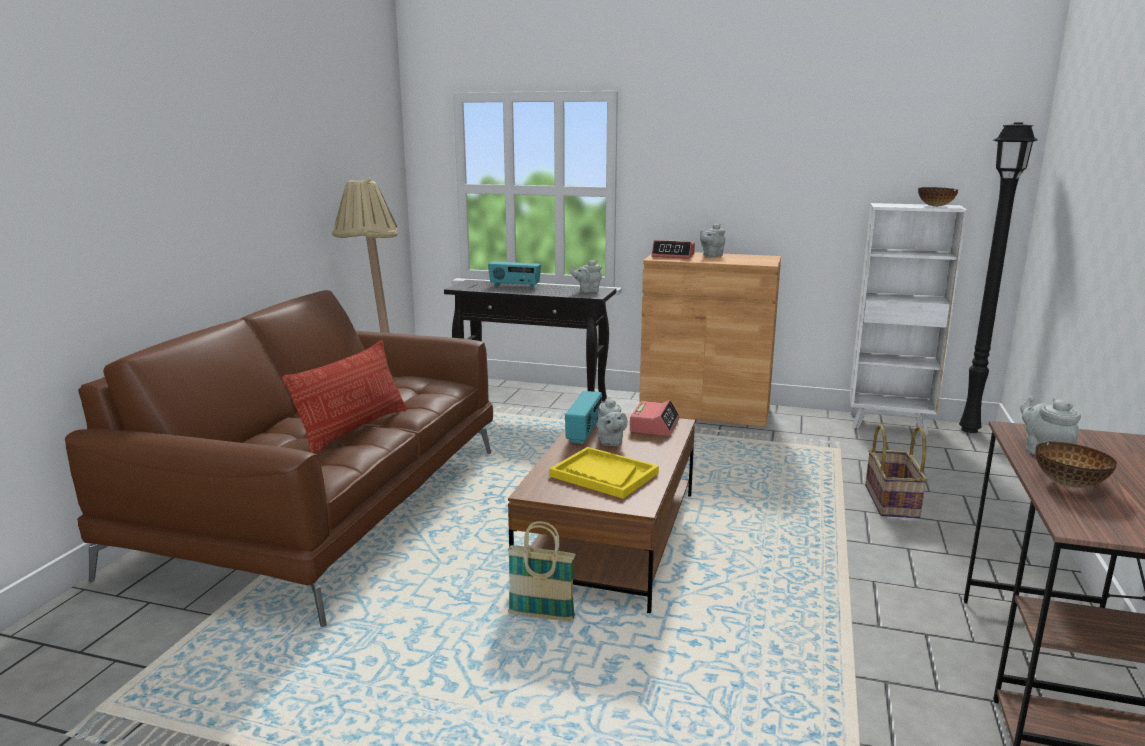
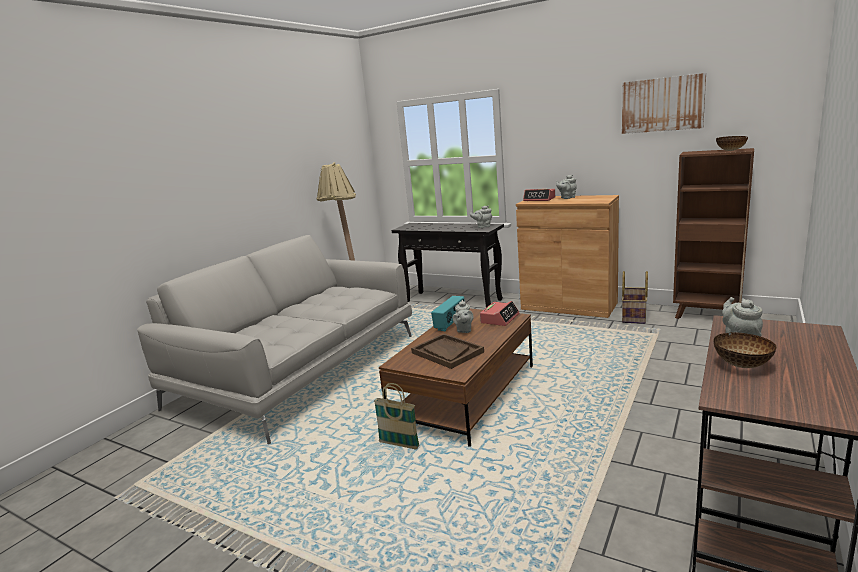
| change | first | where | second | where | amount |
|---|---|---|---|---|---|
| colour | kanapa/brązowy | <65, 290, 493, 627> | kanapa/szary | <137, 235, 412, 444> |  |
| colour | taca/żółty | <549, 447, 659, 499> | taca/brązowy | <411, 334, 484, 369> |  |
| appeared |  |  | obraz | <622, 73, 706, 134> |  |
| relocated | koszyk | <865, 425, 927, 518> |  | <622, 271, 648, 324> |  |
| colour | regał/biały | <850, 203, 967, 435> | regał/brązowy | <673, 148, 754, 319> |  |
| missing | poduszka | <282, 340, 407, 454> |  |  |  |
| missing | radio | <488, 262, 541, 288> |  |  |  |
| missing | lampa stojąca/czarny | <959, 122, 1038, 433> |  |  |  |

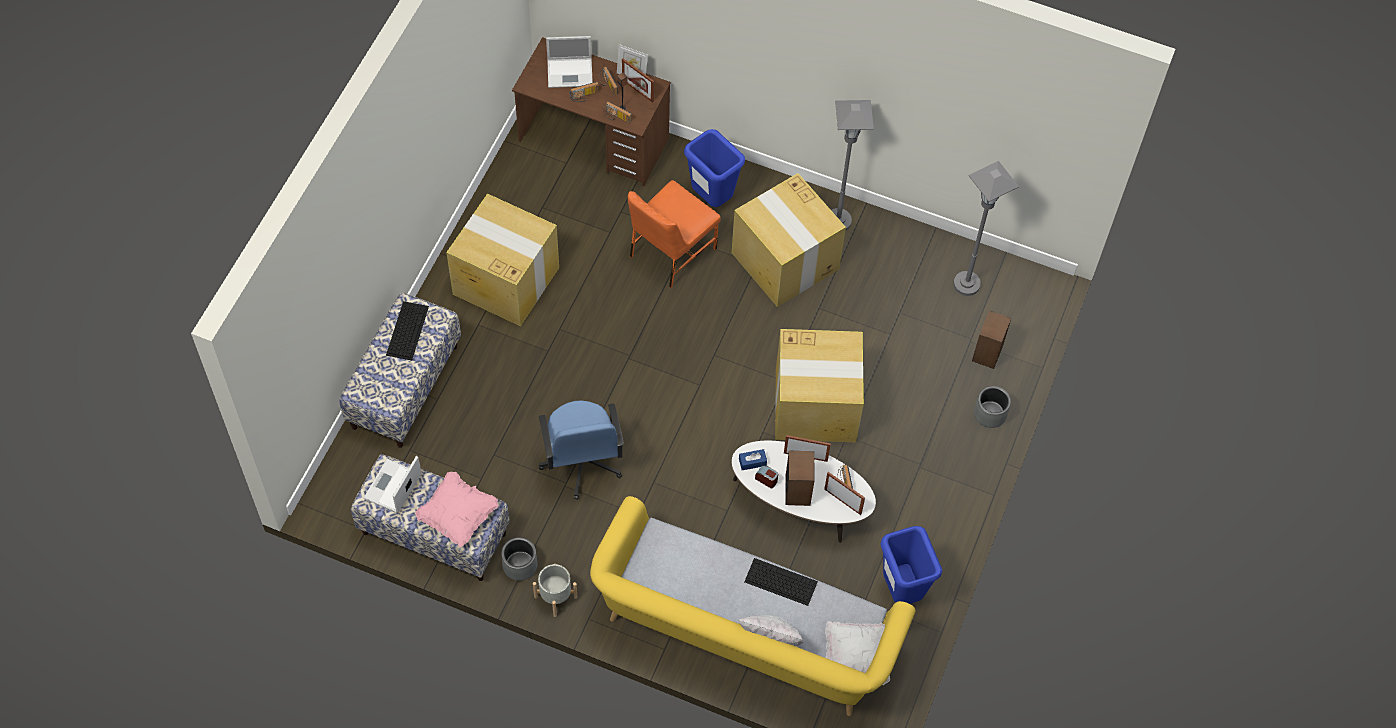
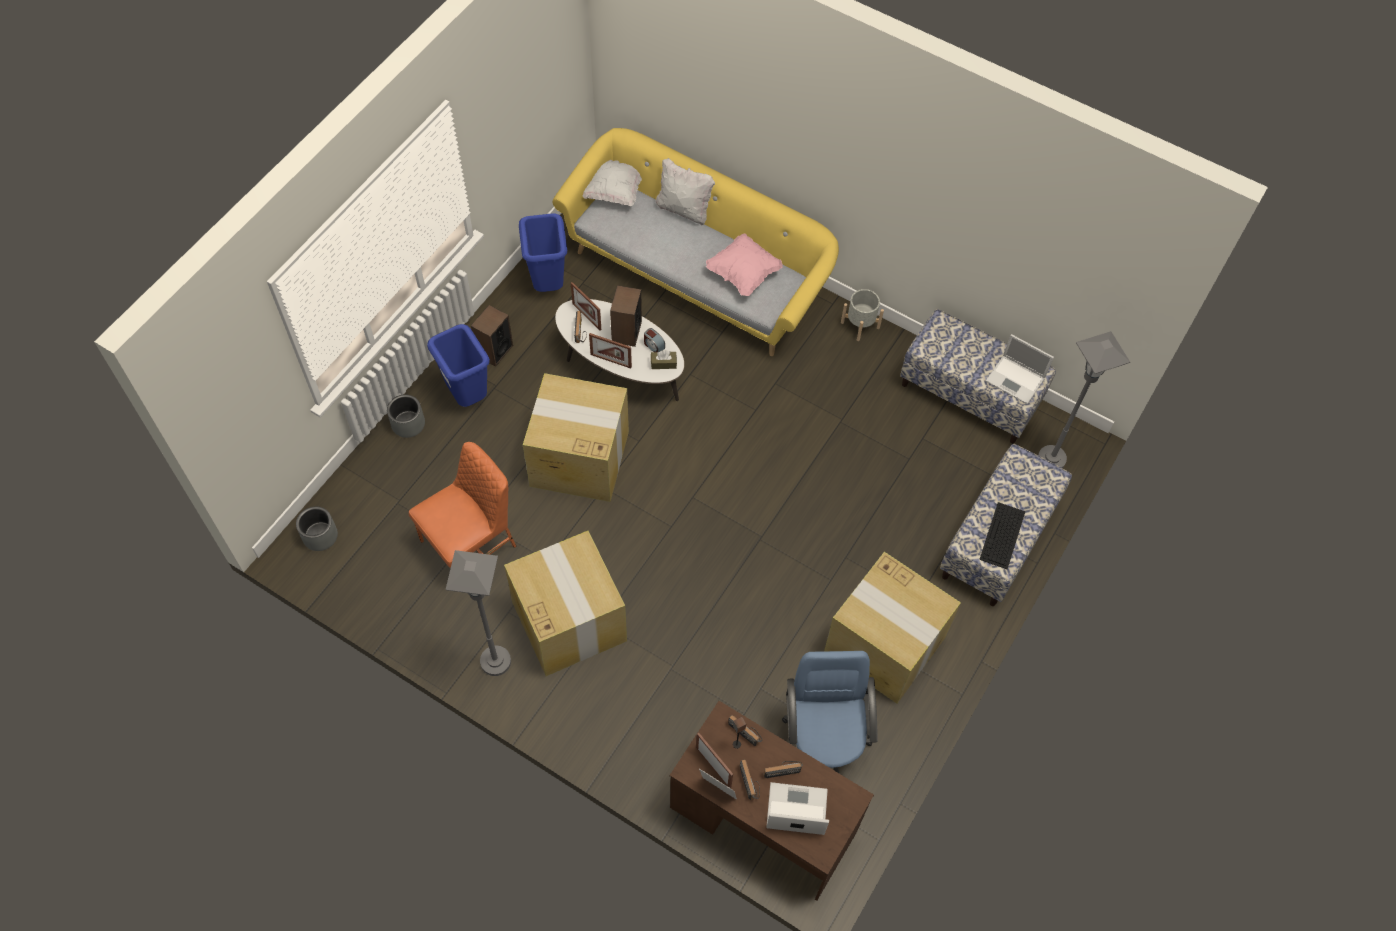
| change | first | where | second | where | amount |
|---|---|---|---|---|---|
| relocated | donica/szary | <501, 537, 538, 581> |  | <296, 506, 338, 551> |  |
| relocated | krzesło/pomarańczowy | <628, 180, 721, 288> |  | <409, 442, 517, 568> |  |
| relocated | kosz na śmieci/niebieski | <684, 129, 745, 207> |  | <427, 324, 490, 407> |  |
| relocated | głośnik | <972, 310, 1011, 369> |  | <471, 305, 513, 367> |  |
| colour | pudełko chusteczek/niebieski | <739, 449, 767, 470> | pudełko chusteczek/brązowy | <651, 350, 677, 369> |  |
| relocated | poduszka/różowy | <415, 471, 498, 547> |  | <706, 234, 783, 296> |  |
| relocated | krzesło biurowe/niebieski | <539, 401, 624, 500> |  | <782, 651, 878, 774> |  |
| spun | laptop | <363, 456, 422, 513> |  | <986, 334, 1054, 404> | 90 degrees clockwise |
| relocated | lampa stojąca/szary | <953, 161, 1019, 296> |  | <1038, 331, 1130, 468> |  |
| missing | klawiatura | <744, 558, 818, 606> |  |  |  |

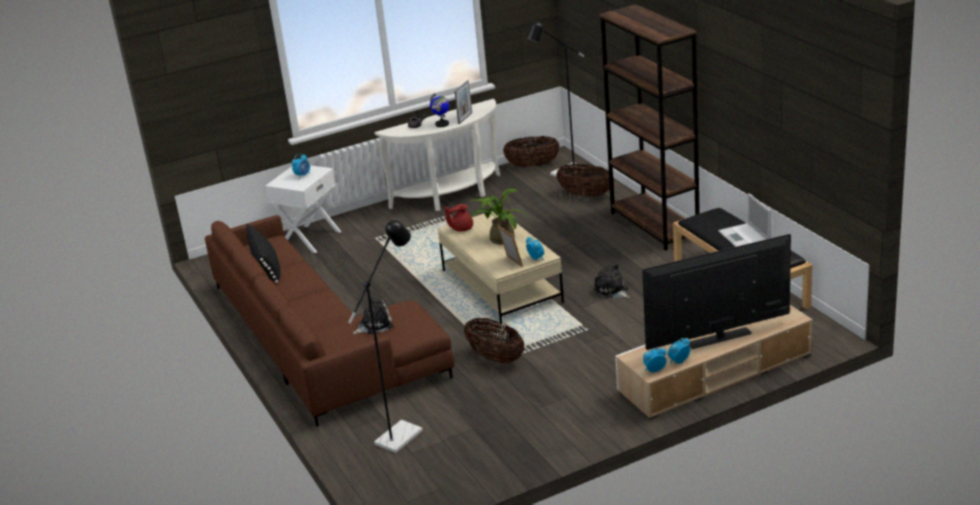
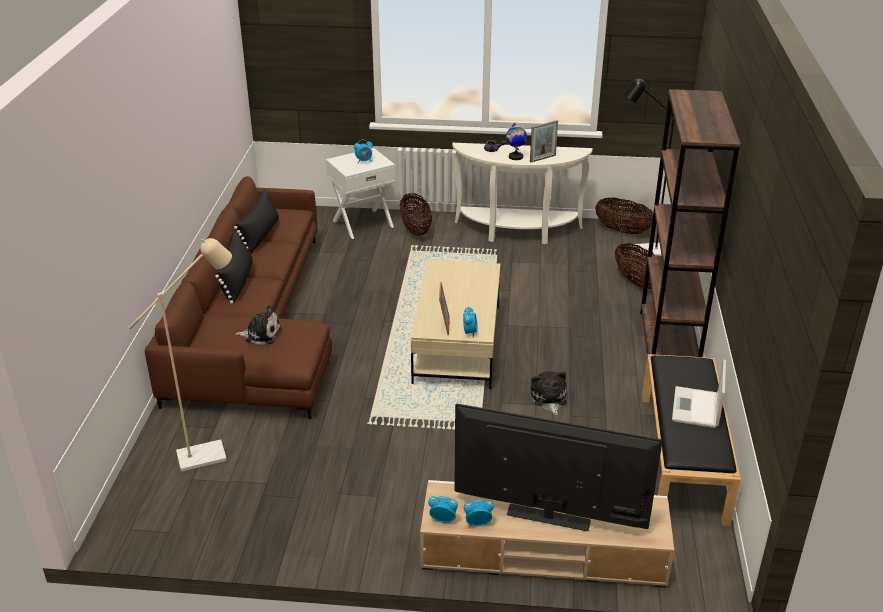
| change | first | where | second | where | amount |
|---|---|---|---|---|---|
| colour | lampa stojąca/czarny | <348, 220, 423, 453> | lampa stojąca/beżowy | <128, 238, 232, 472> |  |
| appeared |  |  | poduszka/czarny | <215, 231, 253, 304> |  |
| relocated | koszyk | <464, 318, 524, 364> |  | <400, 193, 432, 236> |  |
| missing | imbryk/czerwony | <445, 204, 473, 232> |  |  |  |
| missing | roślina doniczkowa | <468, 189, 530, 245> |  |  |  |

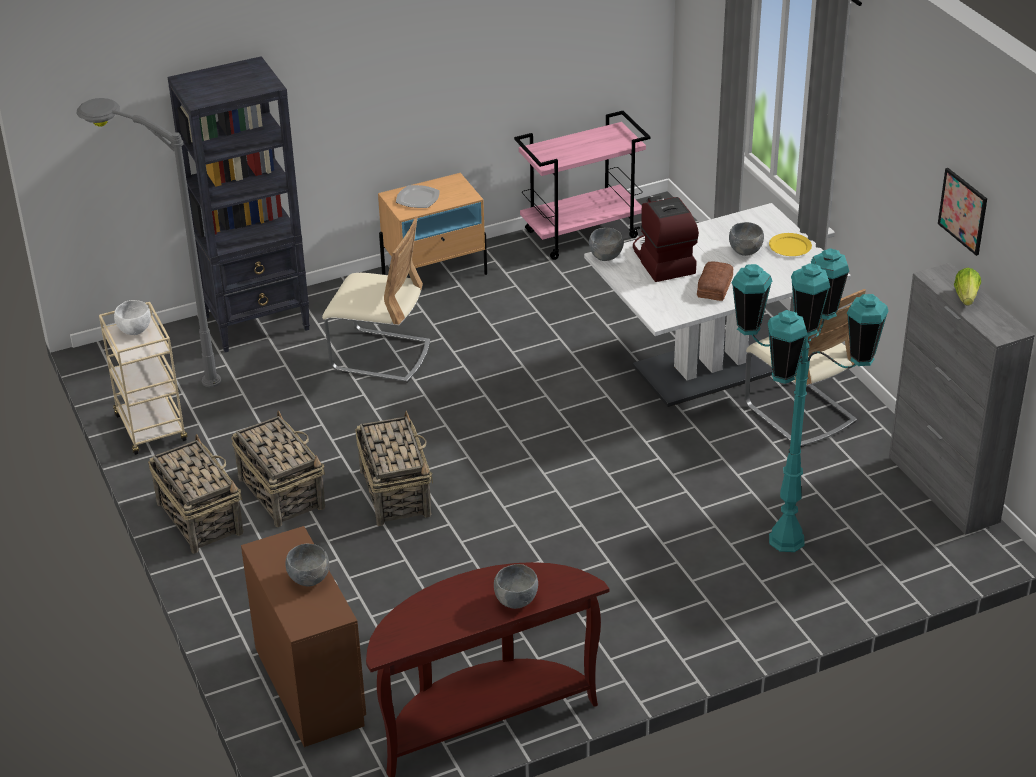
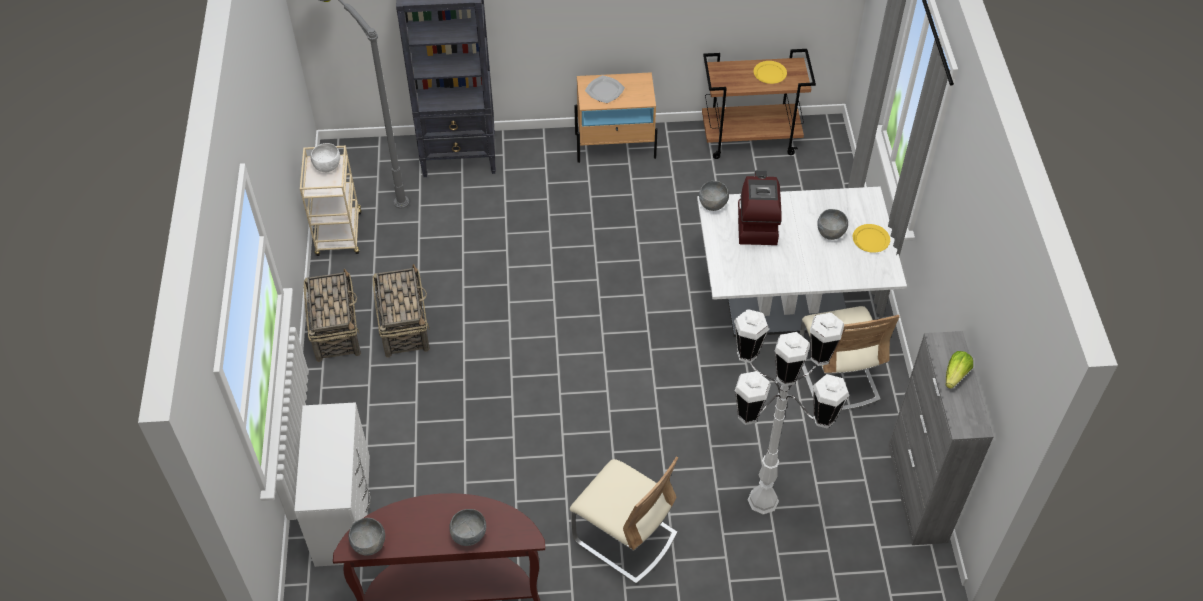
| change | first | where | second | where | amount |
|---|---|---|---|---|---|
| colour | komoda/brązowy | <241, 526, 366, 747> | komoda/biały | <294, 402, 371, 567> |  |
| relocated | miska/szary | <285, 544, 329, 587> |  | <349, 518, 385, 556> |  |
| relocated | krzesło/beżowy | <322, 216, 430, 383> |  | <570, 456, 678, 584> |  |
| colour | wózek/różowy | <514, 111, 651, 260> | wózek/brązowy | <702, 49, 816, 159> |  |
| colour | lampa stojąca/turkusowy | <732, 248, 889, 552> | lampa stojąca/biały | <734, 309, 849, 515> |  |
| appeared |  |  | talerz/żółty | <754, 61, 787, 84> |  |
| missing | koszyk | <355, 411, 433, 526> |  |  |  |
| missing | chleb | <697, 262, 733, 301> |  |  |  |
| missing | obraz | <938, 168, 987, 256> |  |  |  |

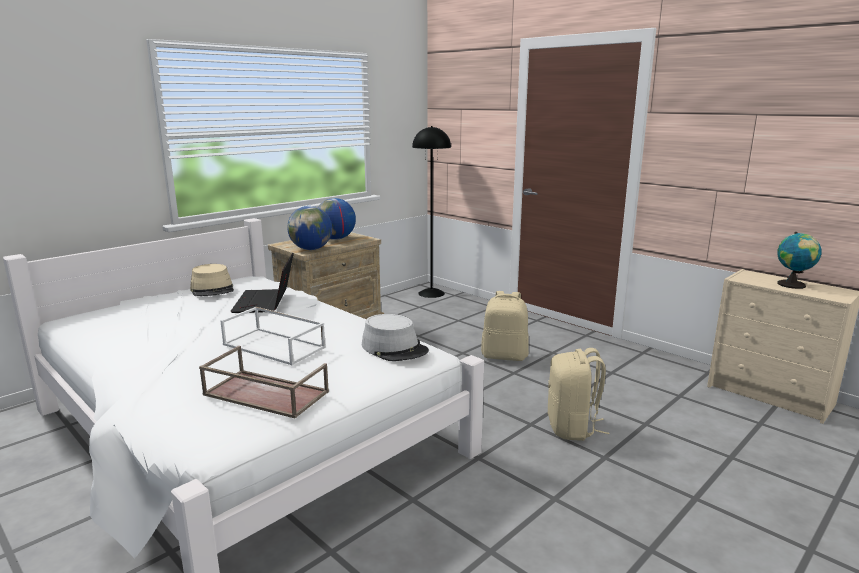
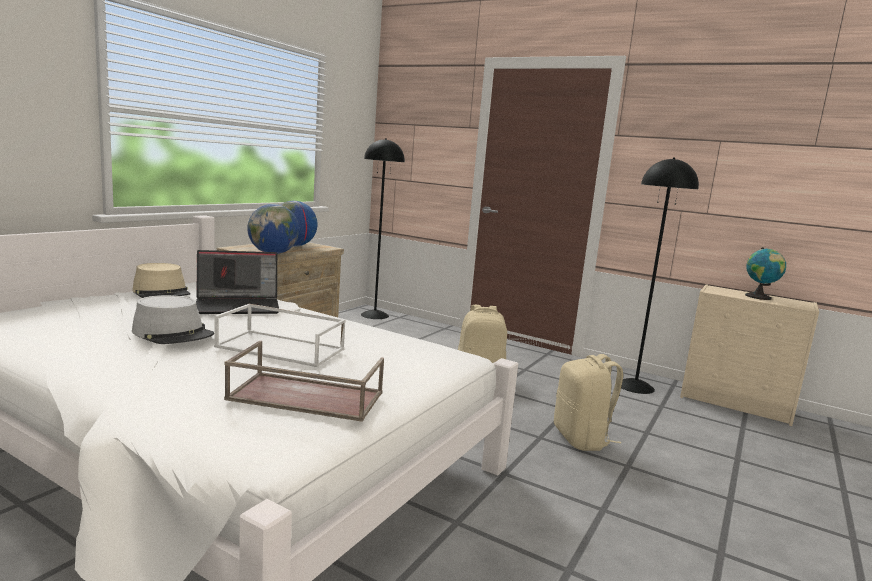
| change | first | where | second | where | amount |
|---|---|---|---|---|---|
| relocated | kapelusz/szary | <362, 314, 429, 361> |  | <132, 295, 214, 344> |  |
| spun | laptop | <231, 253, 294, 313> |  | <196, 250, 279, 314> | 90 degrees counterclockwise |
| appeared |  |  | lampa stojąca/czarny | <621, 158, 699, 394> |  |

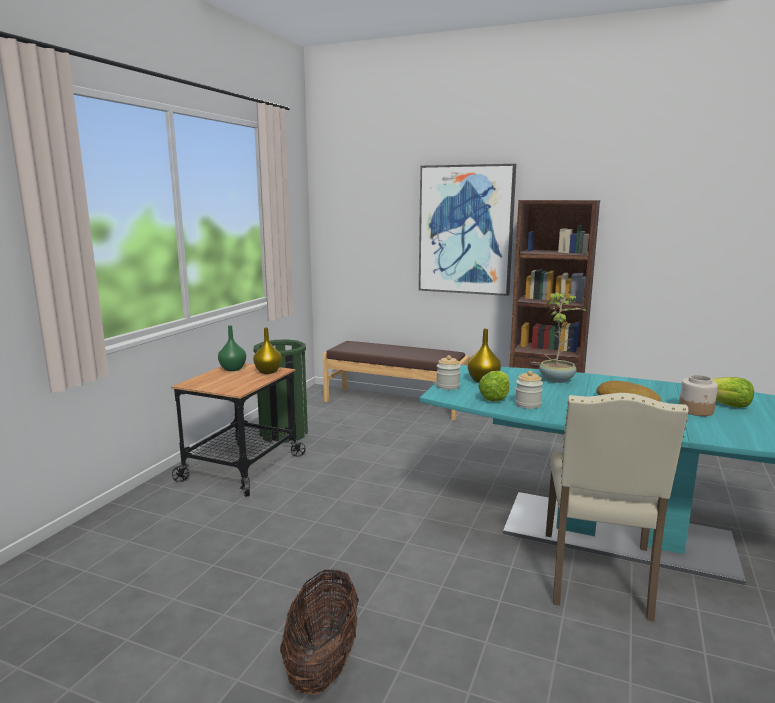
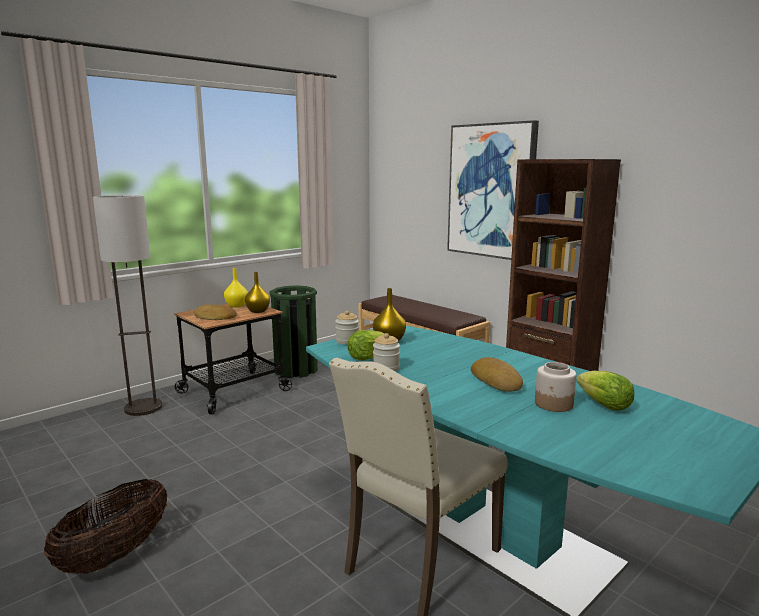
| change | first | where | second | where | amount |
|---|---|---|---|---|---|
| appeared |  |  | lampa stojąca | <93, 195, 162, 416> |  |
| appeared |  |  | chleb | <194, 304, 237, 320> |  |
| colour | wazon/zielony | <218, 325, 246, 371> | wazon/żółty | <224, 268, 248, 308> |  |
| missing | roślina doniczkowa | <539, 292, 588, 383> |  |  |  |

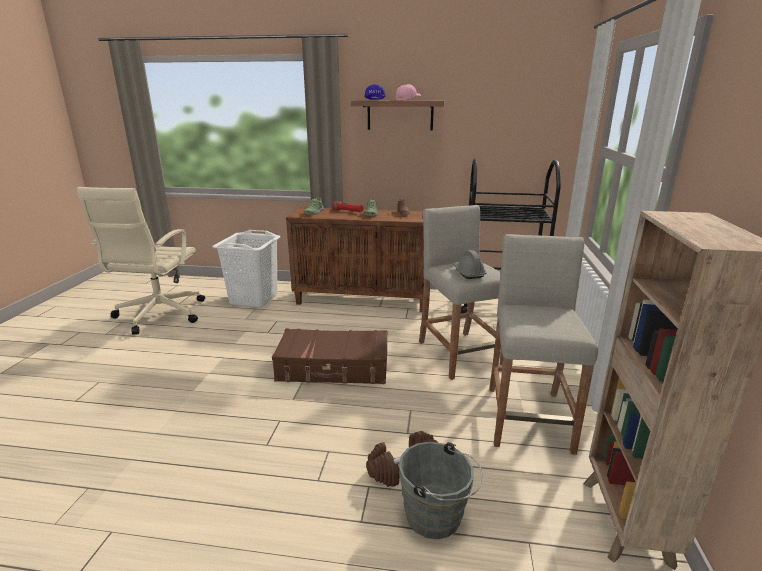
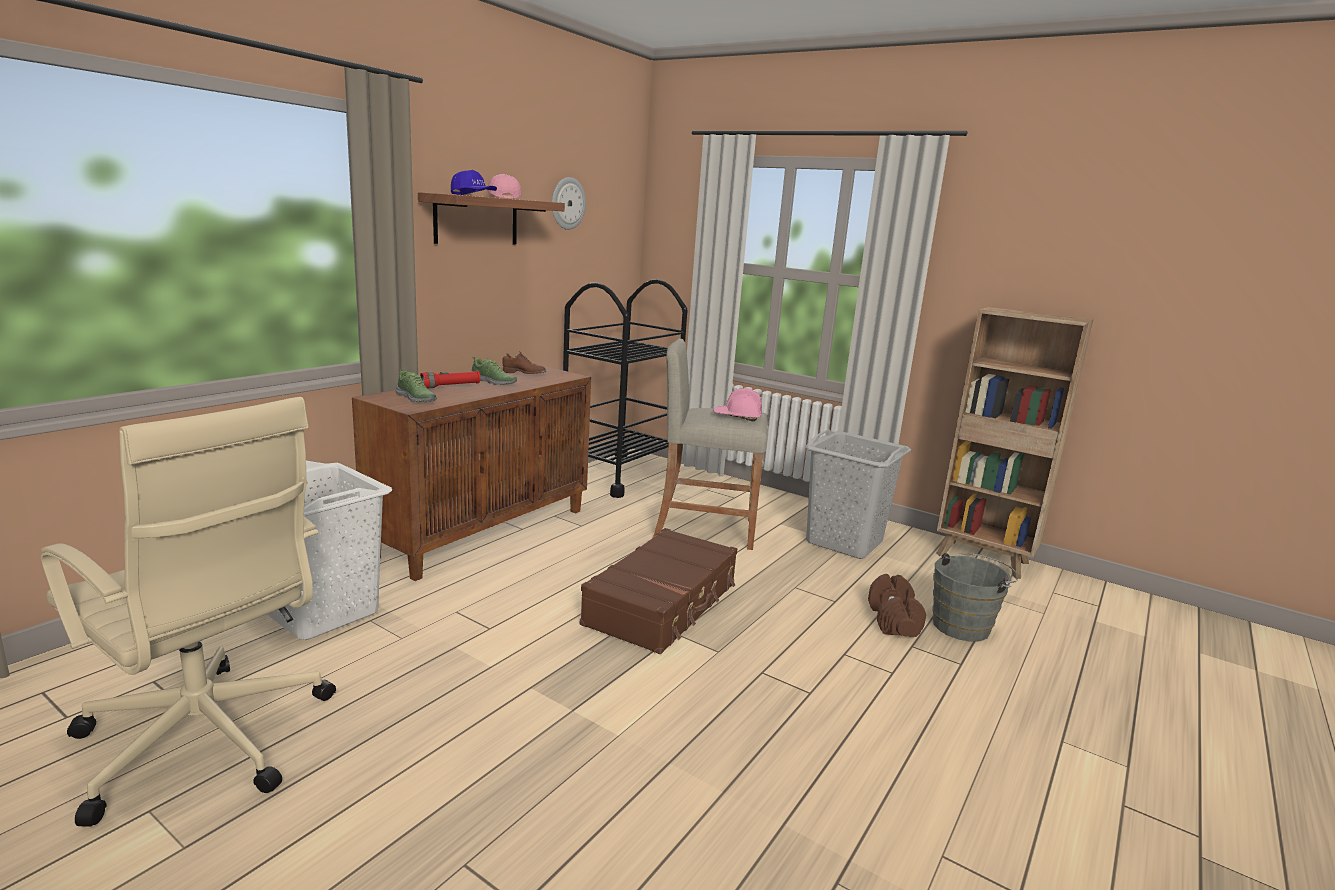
| change | first | where | second | where | amount |
|---|---|---|---|---|---|
| appeared |  |  | zegar ścienny | <552, 177, 586, 230> |  |
| colour | kask/szary | <453, 250, 487, 279> | kask/różowy | <713, 388, 762, 422> |  |
| exchanged | stołek/beżowy | <489, 234, 598, 455> | kosz na pranie/szary | <805, 429, 911, 559> |  |

